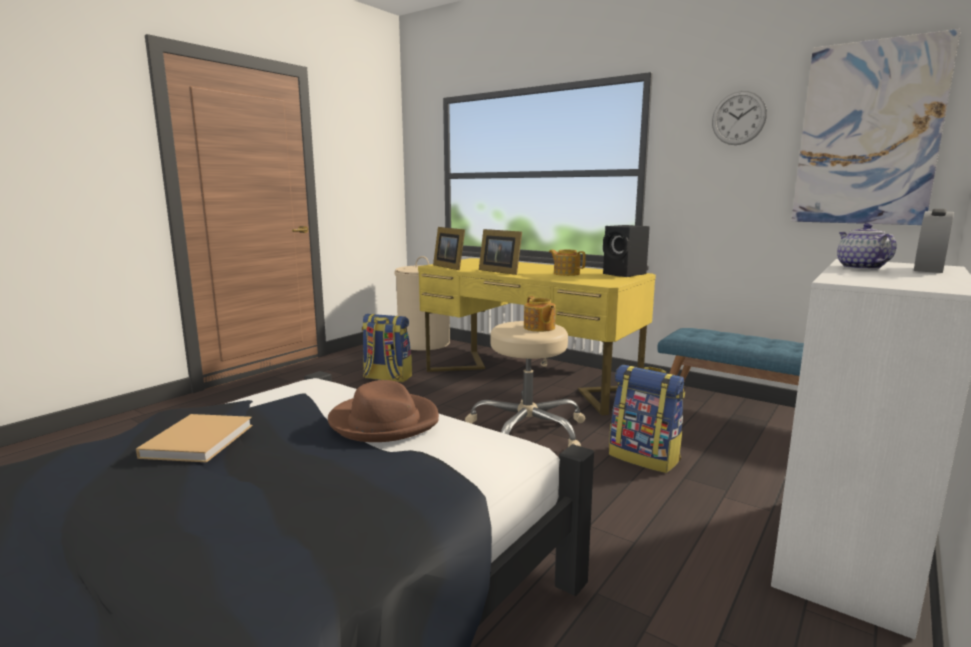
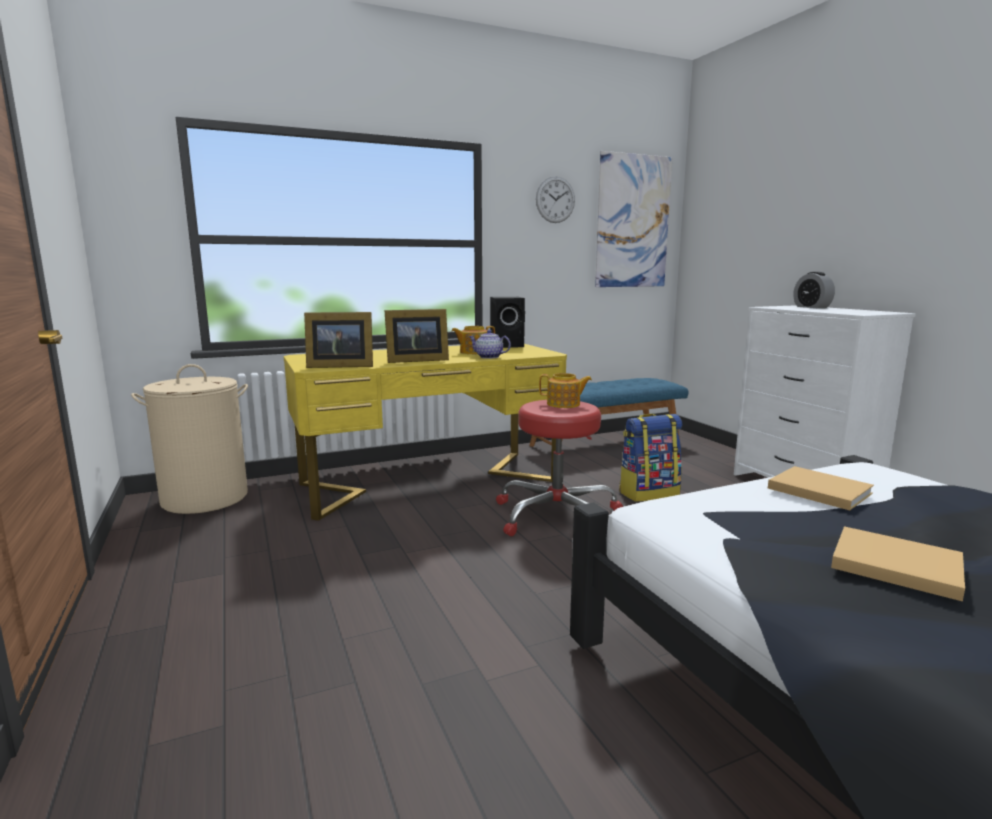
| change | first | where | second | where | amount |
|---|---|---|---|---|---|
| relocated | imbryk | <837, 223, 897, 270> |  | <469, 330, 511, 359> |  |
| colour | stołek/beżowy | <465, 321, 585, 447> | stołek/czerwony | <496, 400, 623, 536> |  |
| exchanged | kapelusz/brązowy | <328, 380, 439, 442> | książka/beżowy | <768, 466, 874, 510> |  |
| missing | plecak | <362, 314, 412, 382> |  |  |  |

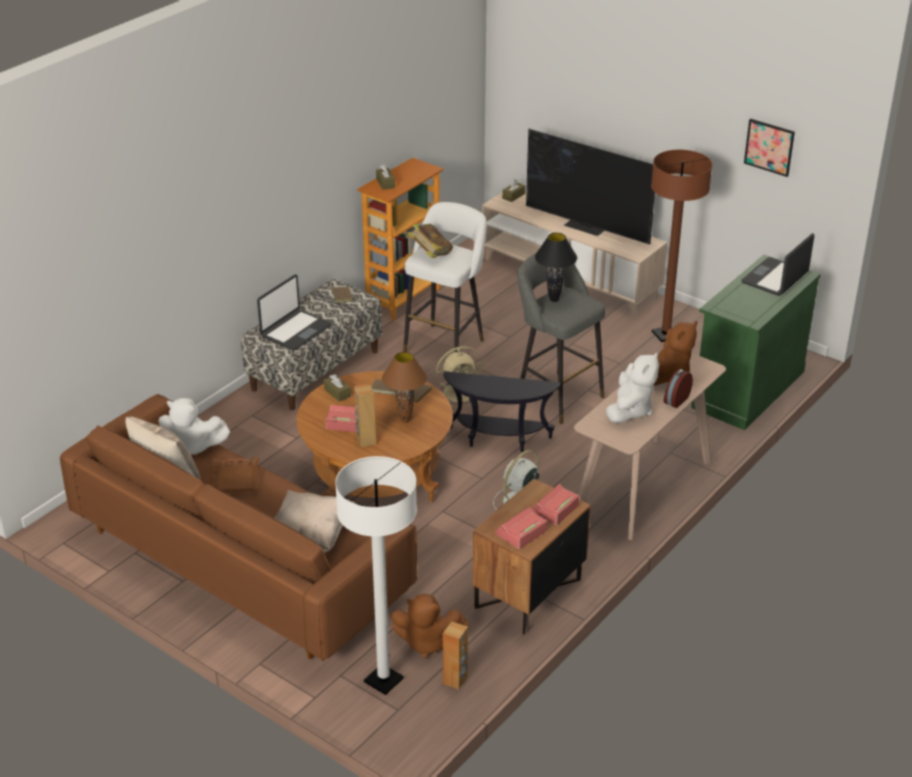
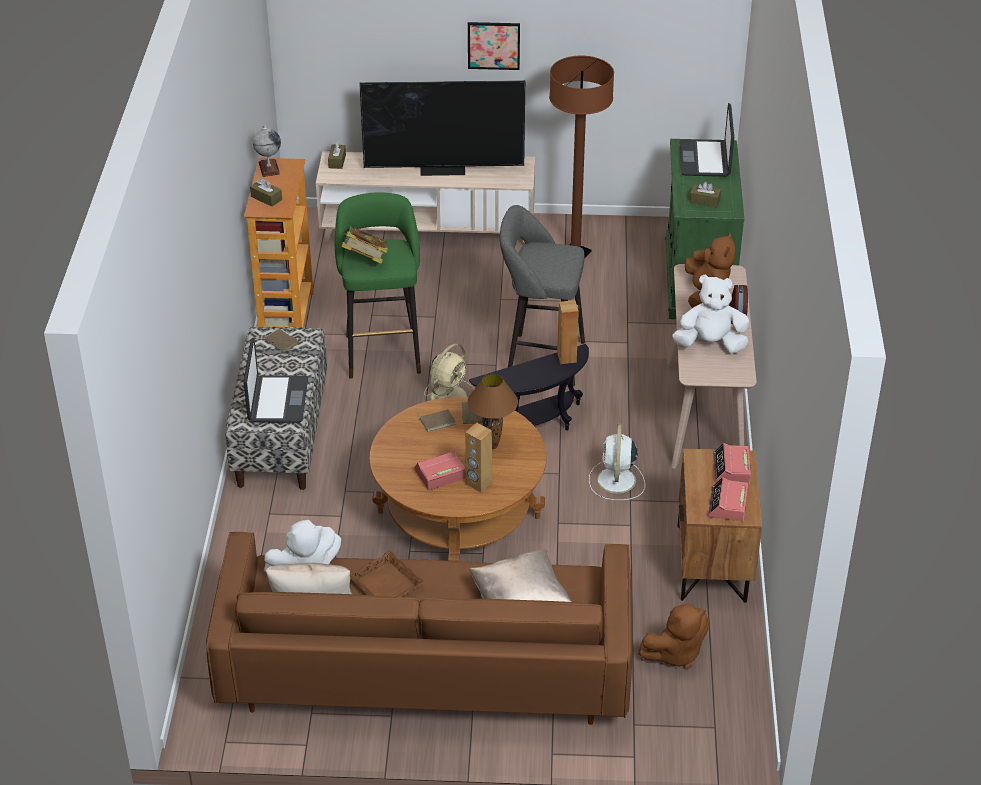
| change | first | where | second | where | amount |
|---|---|---|---|---|---|
| appeared |  |  | globus | <253, 125, 281, 177> |  |
| colour | stołek/biały | <403, 202, 487, 352> | stołek/zielony | <335, 192, 421, 379> |  |
| relocated | obraz | <744, 118, 795, 177> |  | <468, 22, 520, 70> |  |
| relocated | głośnik/brązowy | <443, 621, 468, 690> |  | <557, 300, 579, 364> |  |
| spun | pluszak/biały | <606, 352, 659, 423> |  | <672, 274, 750, 354> | 75 degrees counterclockwise |
| relocated | pudełko chusteczek/brązowy | <324, 374, 351, 402> |  | <690, 181, 721, 207> |  |
| missing | lampa stojąca/biały | <335, 456, 417, 695> |  |  |  |
| missing | lampa stołowa/czarny | <535, 233, 577, 302> |  |  |  |

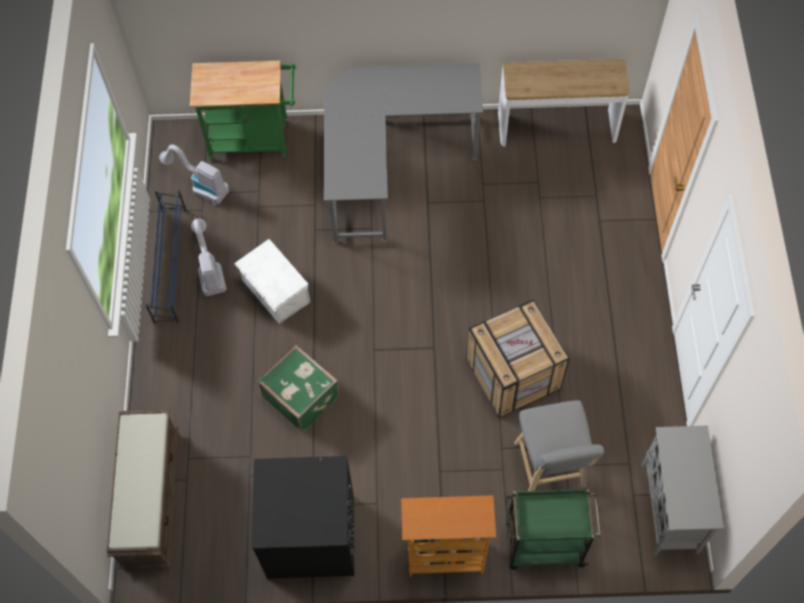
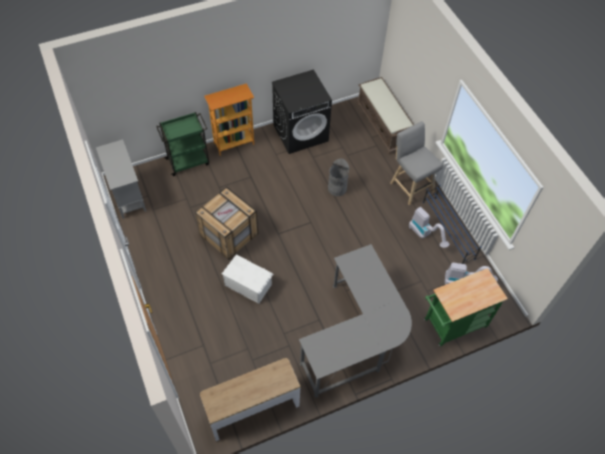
| change | first | where | second | where | amount |
|---|---|---|---|---|---|
| relocated | pojemnik do przechowywania/biały | <234, 239, 310, 324> |  | <222, 255, 273, 304> |  |
| exchanged | walizka/zielony | <258, 345, 339, 432> | kosz na śmieci/szary | <328, 158, 350, 196> |  |
| relocated | stołek/szary | <514, 400, 604, 491> |  | <390, 121, 443, 205> |  |

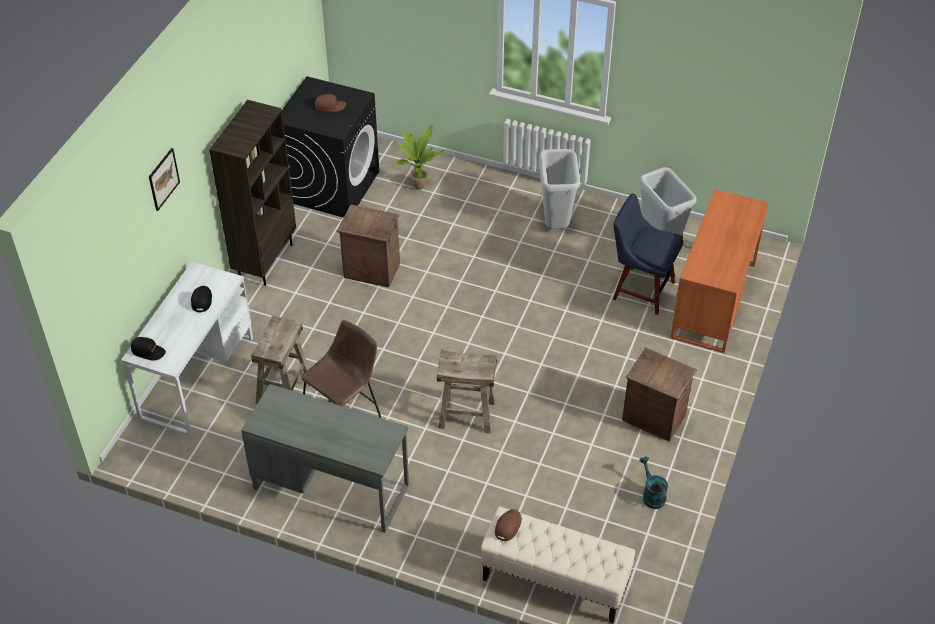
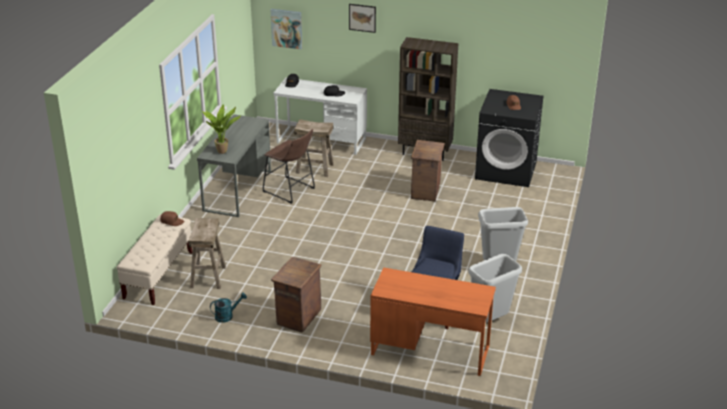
| change | first | where | second | where | amount |
|---|---|---|---|---|---|
| relocated | stołek/beżowy | <437, 350, 497, 434> |  | <189, 218, 226, 289> |  |
| relocated | roślina doniczkowa | <394, 125, 445, 190> |  | <202, 105, 241, 154> |  |
| appeared |  |  | obraz | <271, 9, 302, 50> |  |

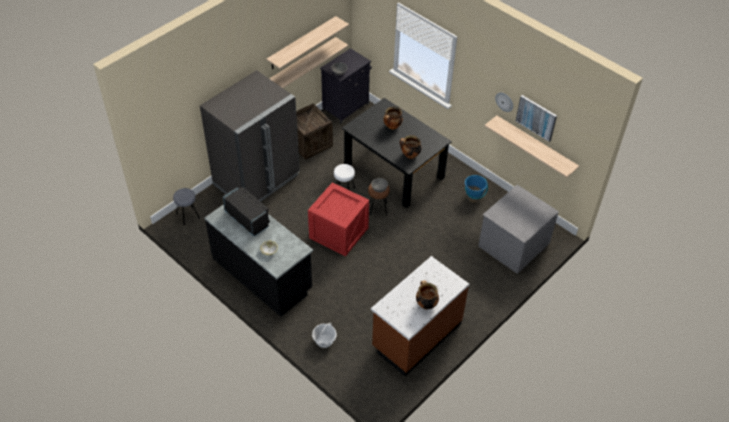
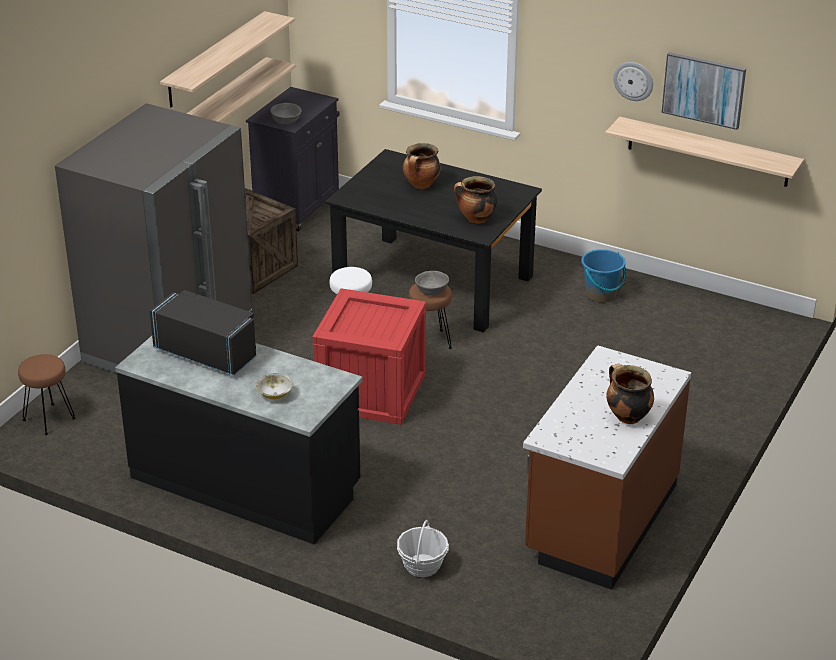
| change | first | where | second | where | amount |
|---|---|---|---|---|---|
| colour | stołek/szary | <173, 188, 200, 225> | stołek/brązowy | <18, 354, 76, 435> |  |
| missing | komoda/szary | <478, 185, 559, 274> |  |  |  |

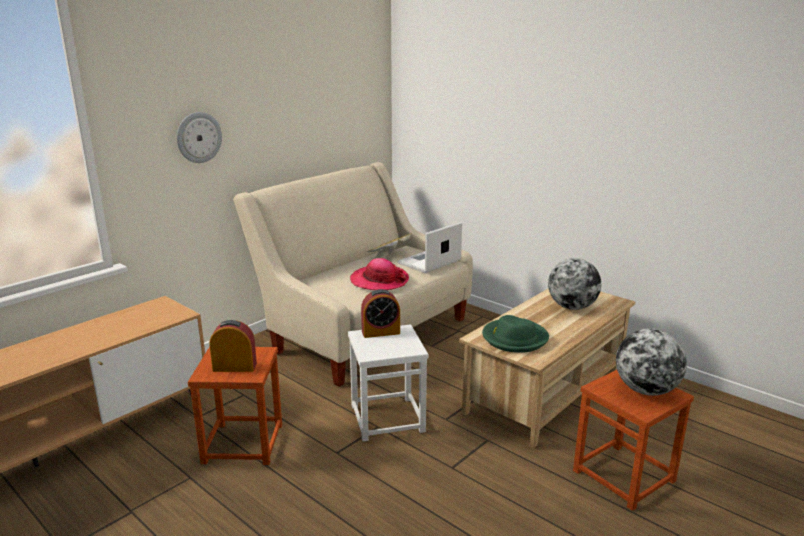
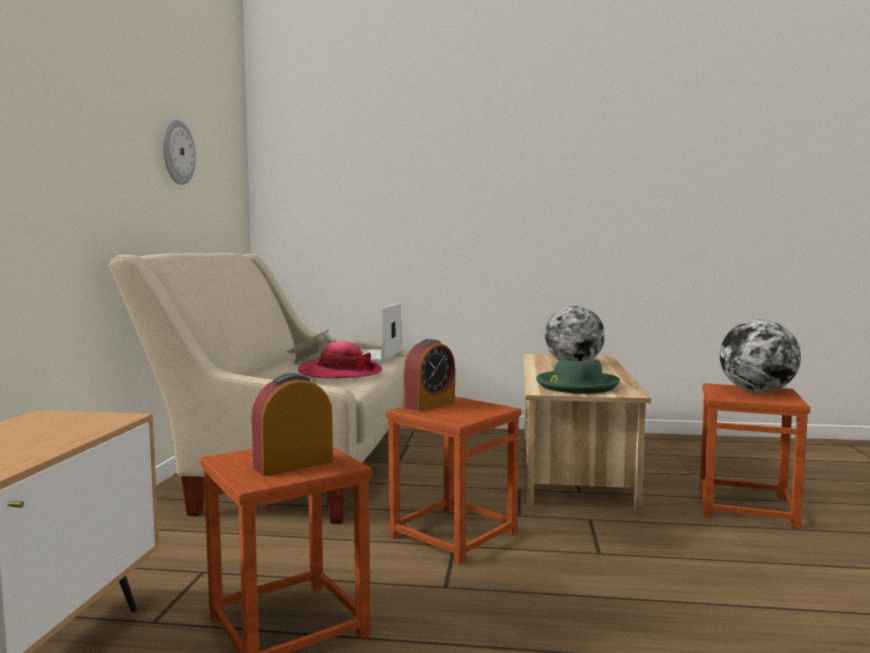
| change | first | where | second | where | amount |
|---|---|---|---|---|---|
| relocated | zegar ścienny | <177, 112, 222, 163> |  | <163, 119, 196, 185> |  |
| colour | stołek/biały | <348, 324, 428, 441> | stołek/brązowy | <386, 397, 521, 565> |  |

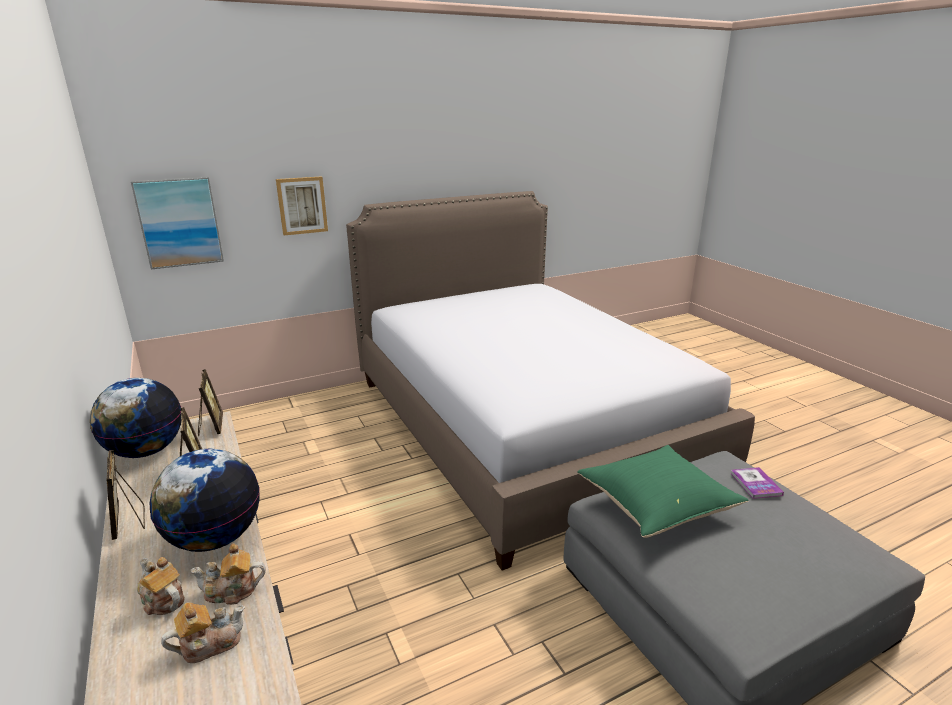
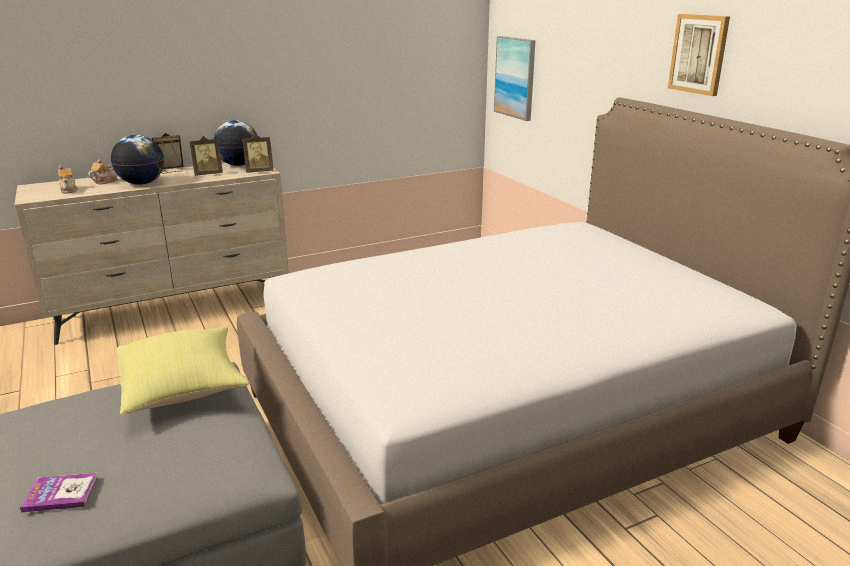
| change | first | where | second | where | amount |
|---|---|---|---|---|---|
| relocated | książka | <730, 467, 784, 499> |  | <20, 473, 98, 512> |  |
| colour | poduszka/zielony | <577, 445, 749, 538> | poduszka/żółty | <116, 327, 250, 415> |  |
| relocated | obraz | <276, 176, 328, 236> |  | <668, 14, 730, 96> |  |
| missing | imbryk | <191, 543, 266, 605> |  |  |  |

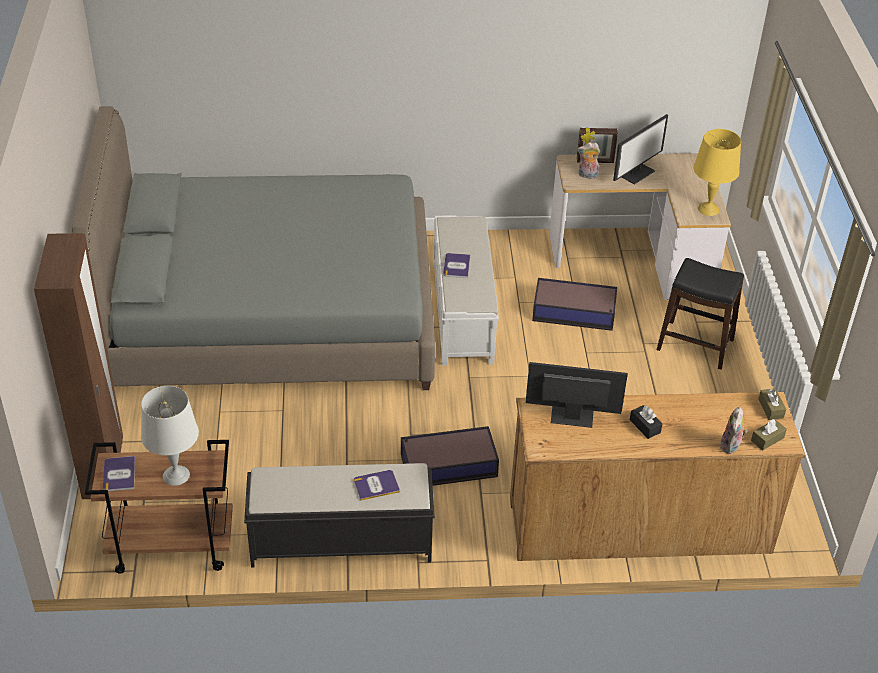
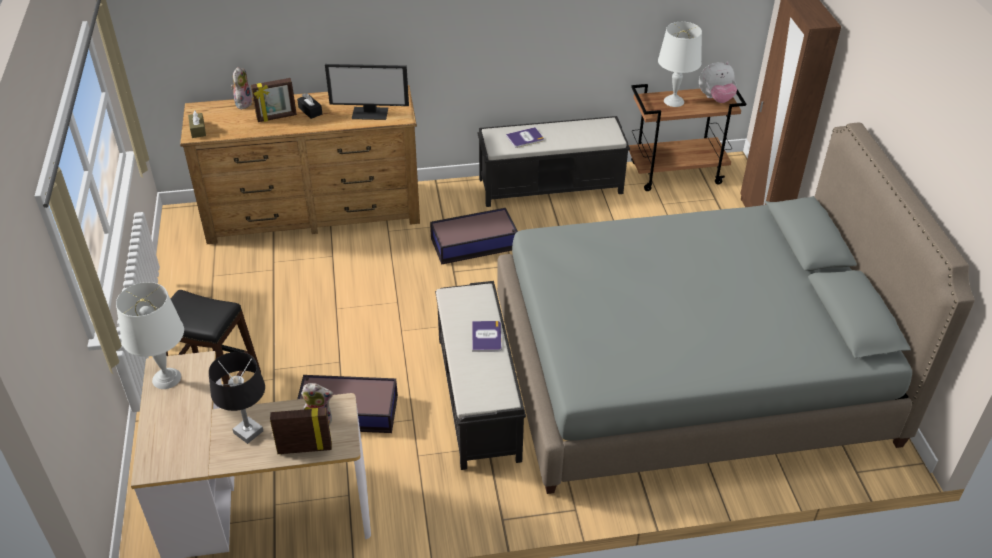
| change | first | where | second | where | amount |
|---|---|---|---|---|---|
| colour | lampa stołowa/żółty | <693, 129, 741, 216> | lampa stołowa/biały | <116, 282, 184, 389> |  |
| exchanged | monitor | <613, 114, 668, 185> | lampa stołowa/czarny | <209, 352, 265, 444> |  |
| appeared |  |  | ramka na zdjęcie | <251, 78, 297, 122> |  |
| colour | ławka/biały | <433, 215, 499, 366> | ławka/czarny | <435, 281, 526, 470> |  |
| exchanged | książka | <103, 456, 135, 491> | pluszak | <699, 62, 737, 103> |  |
| missing | pudełko chusteczek/brązowy | <751, 419, 787, 450> |  |  |  |

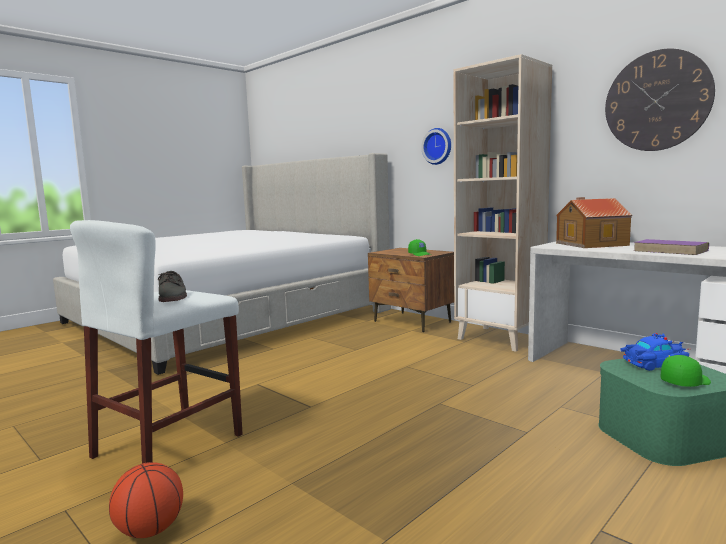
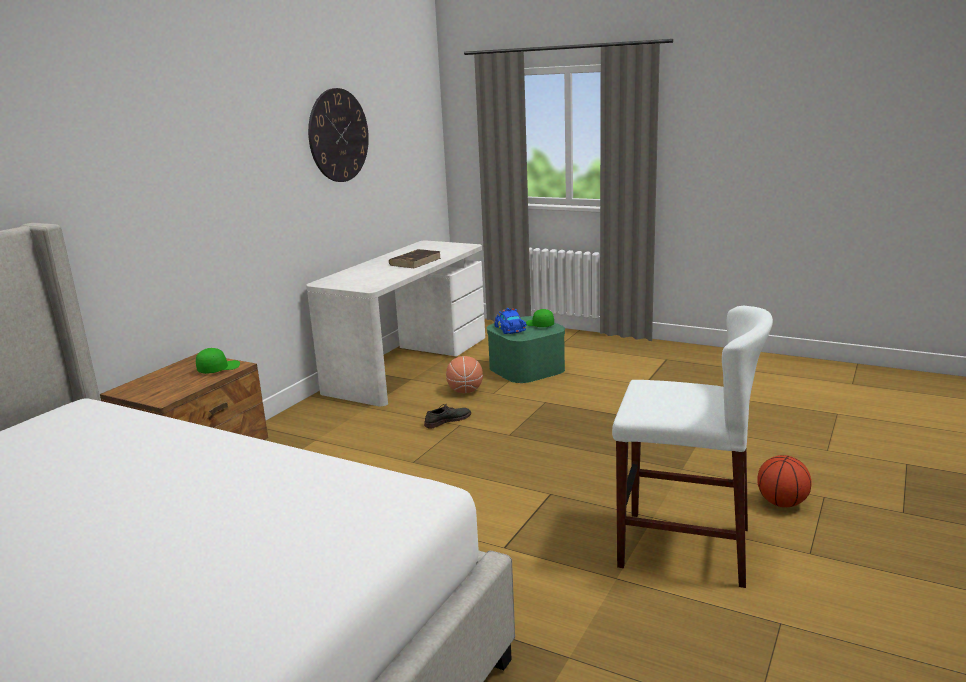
| change | first | where | second | where | amount |
|---|---|---|---|---|---|
| colour | książka/fioletowy | <634, 239, 709, 255> | książka/brązowy | <389, 249, 441, 268> |  |
| relocated | but/szary | <158, 271, 187, 302> |  | <424, 404, 471, 429> |  |
| appeared |  |  | piłka do koszykówki | <446, 356, 483, 393> |  |
| missing | zegar ścienny | <421, 128, 451, 165> |  |  |  |
| missing | regał/beżowy | <453, 54, 552, 352> |  |  |  |
| missing | domek | <556, 197, 632, 248> |  |  |  |

